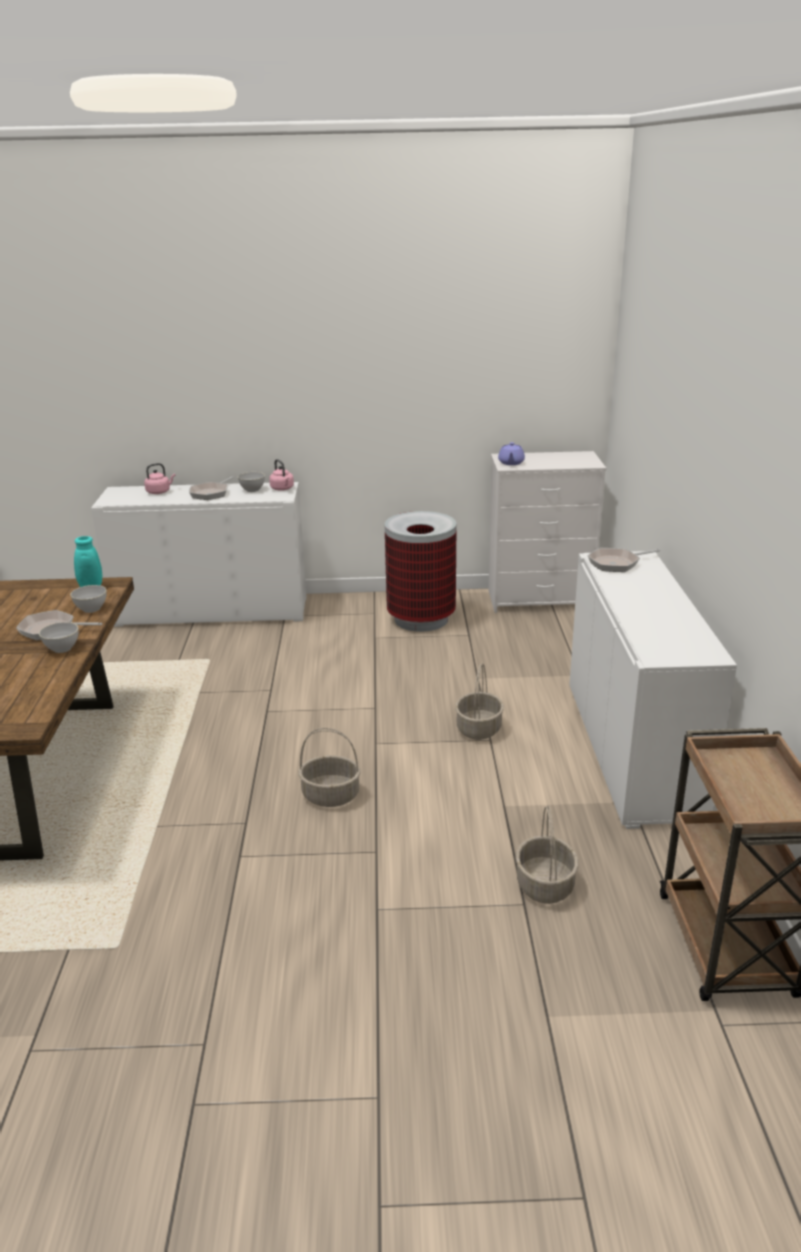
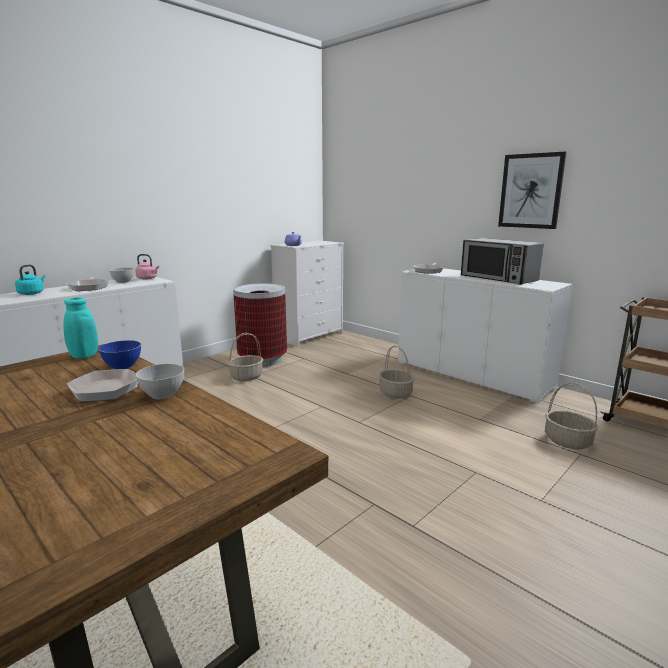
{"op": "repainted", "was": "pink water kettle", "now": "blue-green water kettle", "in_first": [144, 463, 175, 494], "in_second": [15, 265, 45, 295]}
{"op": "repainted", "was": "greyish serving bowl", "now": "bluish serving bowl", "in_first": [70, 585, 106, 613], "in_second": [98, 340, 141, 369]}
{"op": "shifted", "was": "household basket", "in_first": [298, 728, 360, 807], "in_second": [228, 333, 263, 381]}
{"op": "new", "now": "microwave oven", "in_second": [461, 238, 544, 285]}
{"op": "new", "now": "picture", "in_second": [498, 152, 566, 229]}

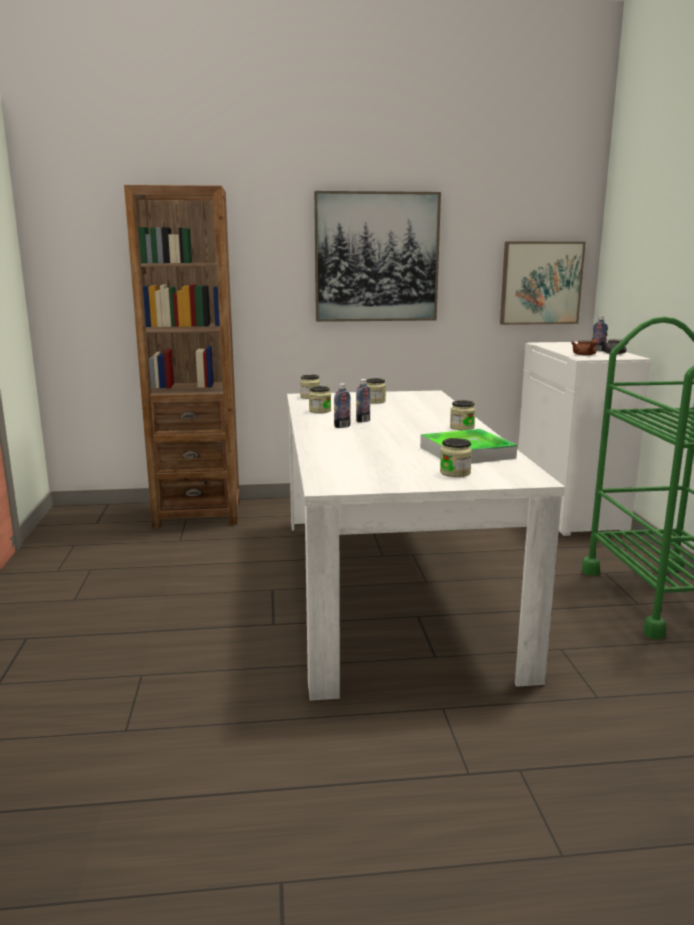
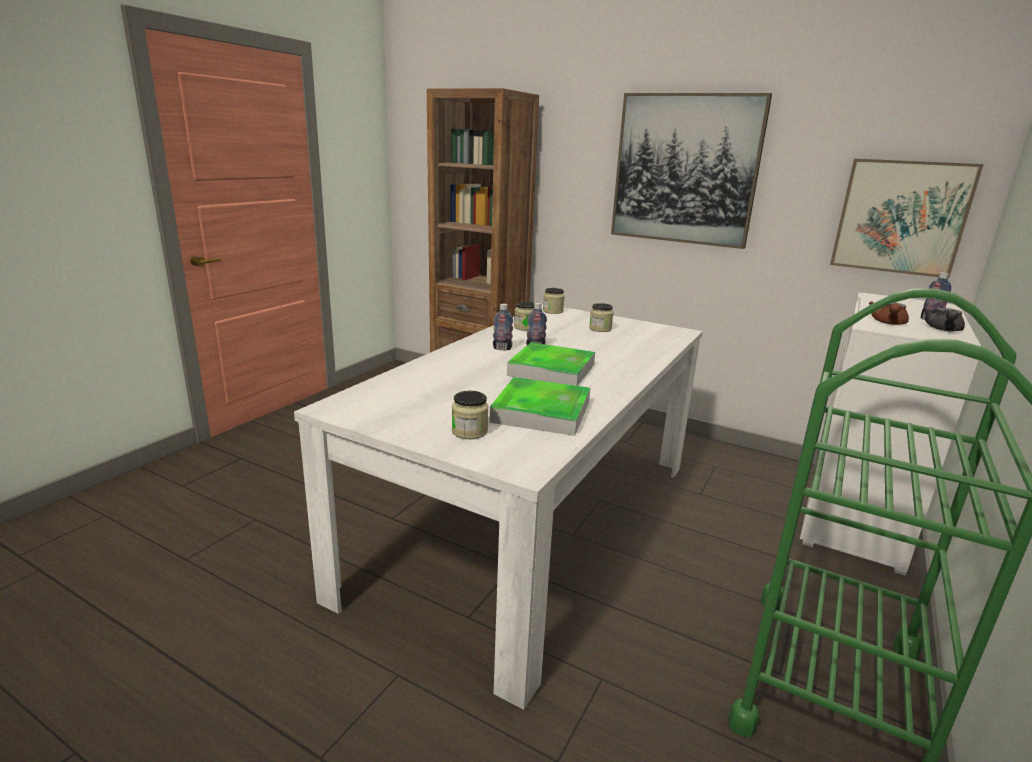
{"op": "new", "now": "serving tray", "in_second": [507, 342, 595, 386]}
{"op": "gone", "was": "preserve jar", "in_first": [450, 400, 476, 430]}

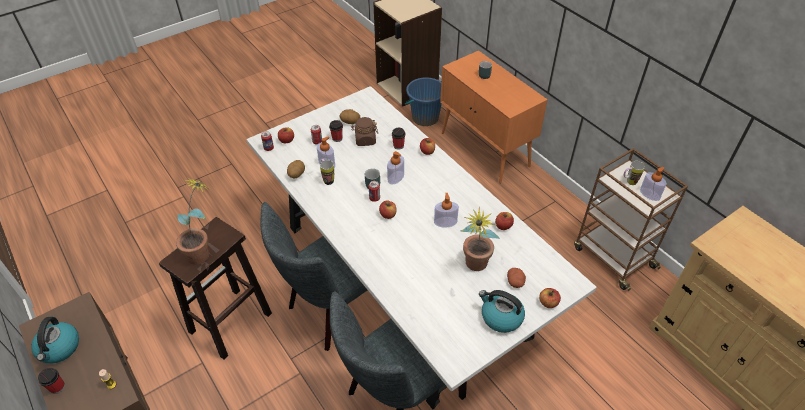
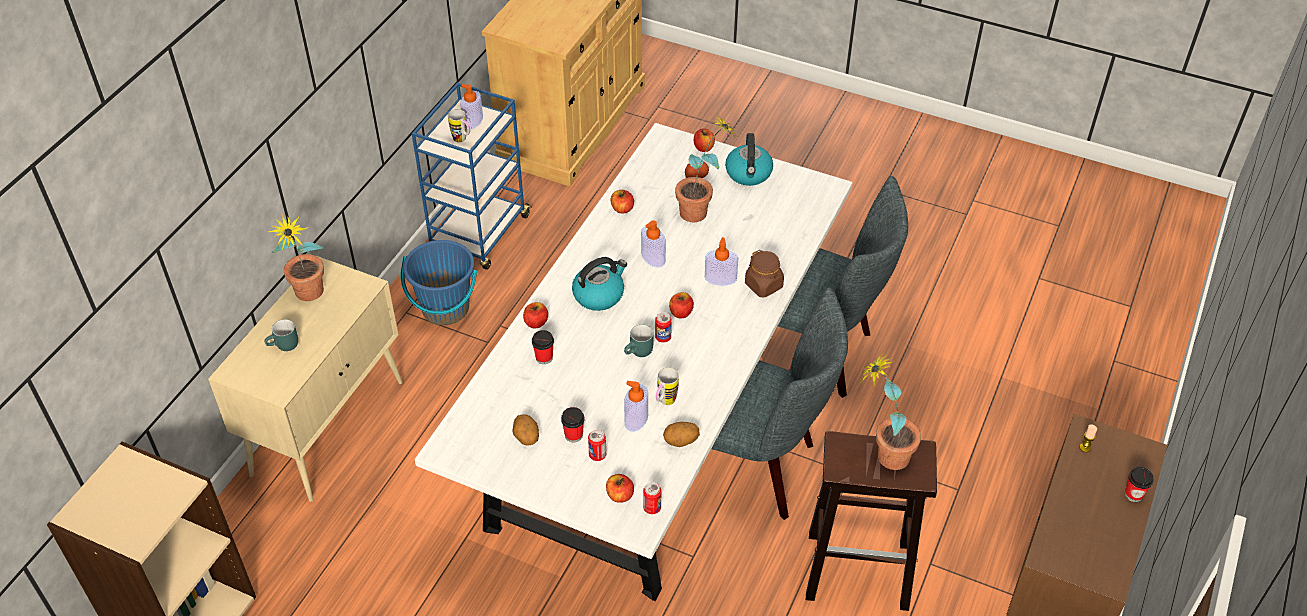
{"op": "repainted", "was": "orange cupboard", "now": "sand-coloured cupboard", "in_first": [440, 51, 548, 184], "in_second": [208, 256, 403, 502]}
{"op": "new", "now": "potted plant", "in_second": [268, 215, 324, 301]}
{"op": "shifted", "was": "bluish bucket", "in_first": [405, 77, 442, 126], "in_second": [400, 240, 477, 325]}
{"op": "repainted", "was": "brownish wheeled cart", "now": "bluish wheeled cart", "in_first": [574, 148, 688, 291], "in_second": [412, 82, 532, 270]}
{"op": "shifted", "was": "water kettle", "in_first": [31, 317, 79, 364], "in_second": [572, 257, 627, 311]}
{"op": "shifted", "was": "soap bottle", "in_first": [387, 151, 404, 185], "in_second": [705, 237, 738, 286]}
{"op": "shifted", "was": "brownish preserve jar", "in_first": [351, 117, 378, 146], "in_second": [745, 250, 784, 297]}

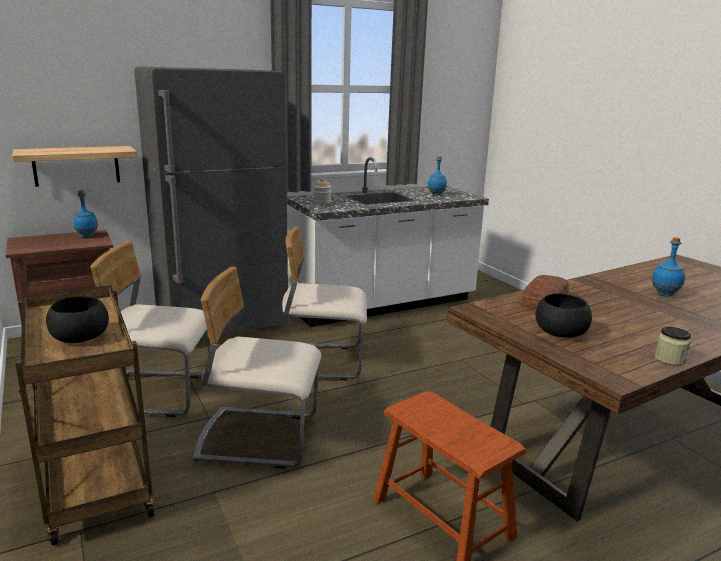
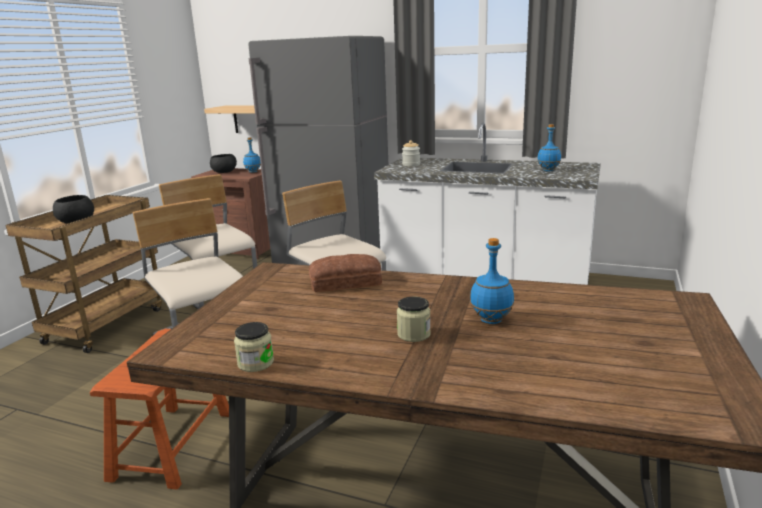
{"op": "shifted", "was": "blackish serving bowl", "in_first": [536, 293, 592, 338], "in_second": [210, 154, 237, 173]}
{"op": "new", "now": "preserve jar", "in_second": [397, 297, 431, 342]}

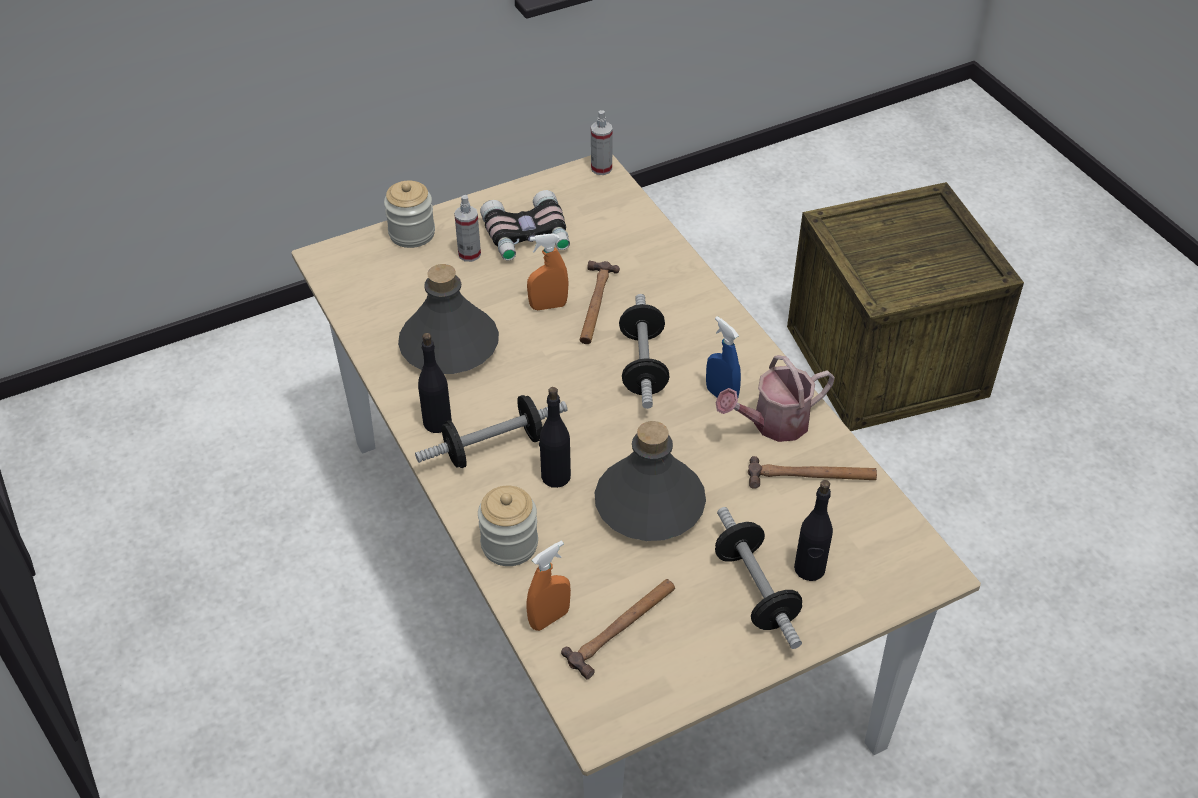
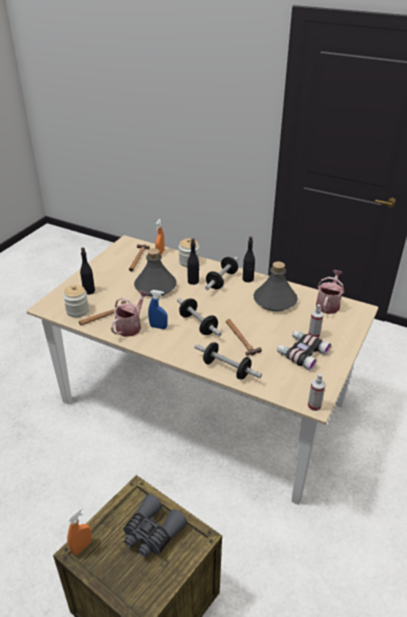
{"op": "shifted", "was": "preserve jar", "in_first": [384, 181, 435, 248], "in_second": [63, 285, 89, 317]}
{"op": "shifted", "was": "orange hand sprayer", "in_first": [527, 233, 569, 310], "in_second": [67, 507, 92, 555]}
{"op": "new", "now": "greyish field glasses", "in_second": [123, 494, 187, 557]}
{"op": "shifted", "was": "dumbbell", "in_first": [715, 507, 802, 649], "in_second": [194, 342, 262, 379]}
{"op": "new", "now": "sprinkling can", "in_second": [316, 270, 344, 314]}

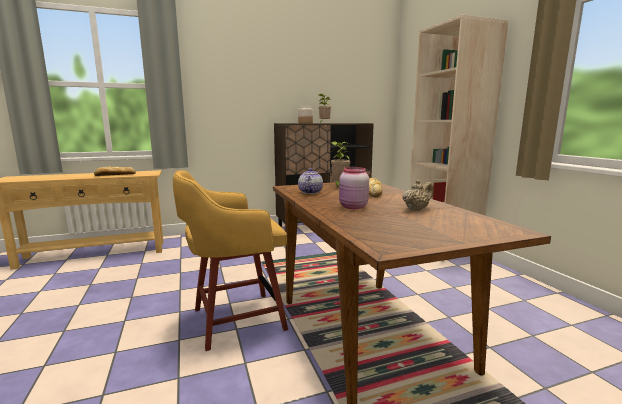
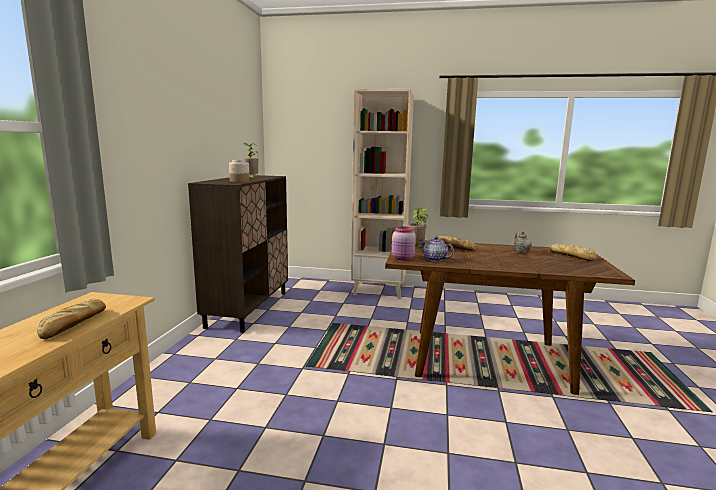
{"op": "shifted", "was": "pink preserve jar", "in_first": [339, 167, 369, 209], "in_second": [392, 227, 416, 260]}
{"op": "new", "now": "bakery bread", "in_second": [549, 243, 597, 261]}
{"op": "gone", "was": "yellow sitting stool", "in_first": [173, 170, 288, 351]}

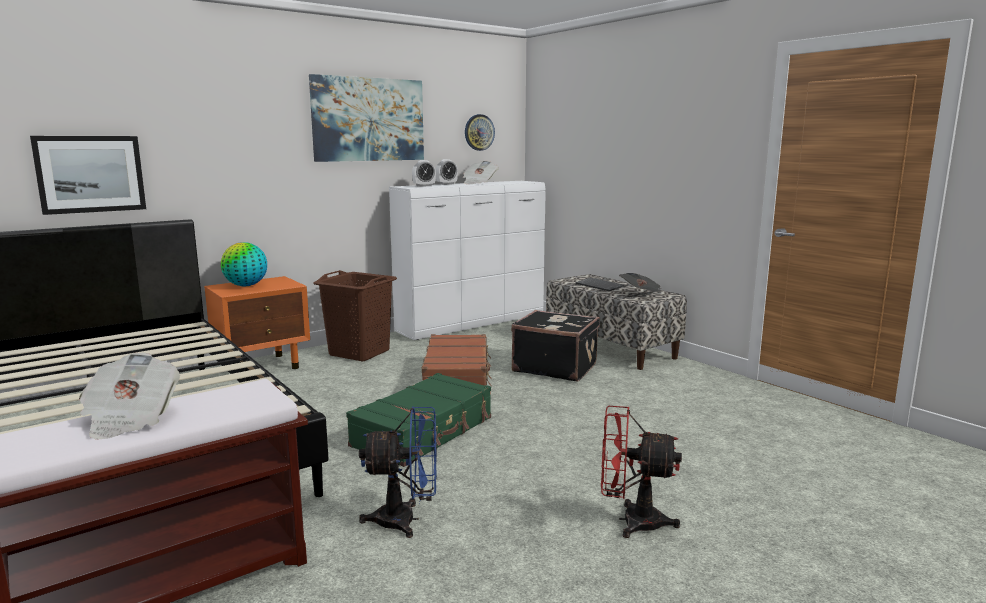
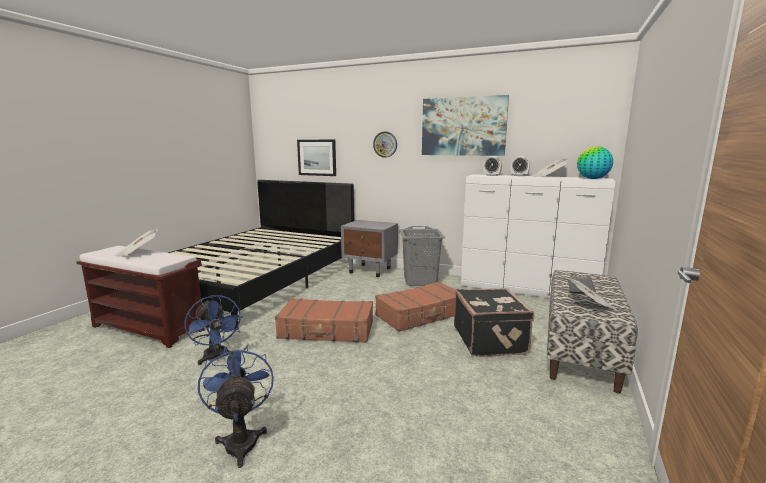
{"op": "repainted", "was": "red electric fan", "now": "bluish electric fan", "in_first": [601, 406, 682, 538], "in_second": [198, 345, 274, 468]}
{"op": "repainted", "was": "greenish piece of luggage", "now": "brownish piece of luggage", "in_first": [346, 373, 491, 467], "in_second": [275, 298, 373, 343]}
{"op": "repainted", "was": "orange bedside table", "now": "greyish bedside table", "in_first": [204, 276, 310, 369], "in_second": [341, 220, 398, 277]}
{"op": "shifted", "was": "clock on the wall", "in_first": [465, 114, 495, 151], "in_second": [373, 132, 397, 158]}
{"op": "repainted", "was": "brownish washing basket", "now": "greyish washing basket", "in_first": [314, 270, 397, 362], "in_second": [400, 226, 445, 286]}
{"op": "shifted", "was": "globe", "in_first": [221, 242, 267, 286], "in_second": [577, 146, 613, 179]}

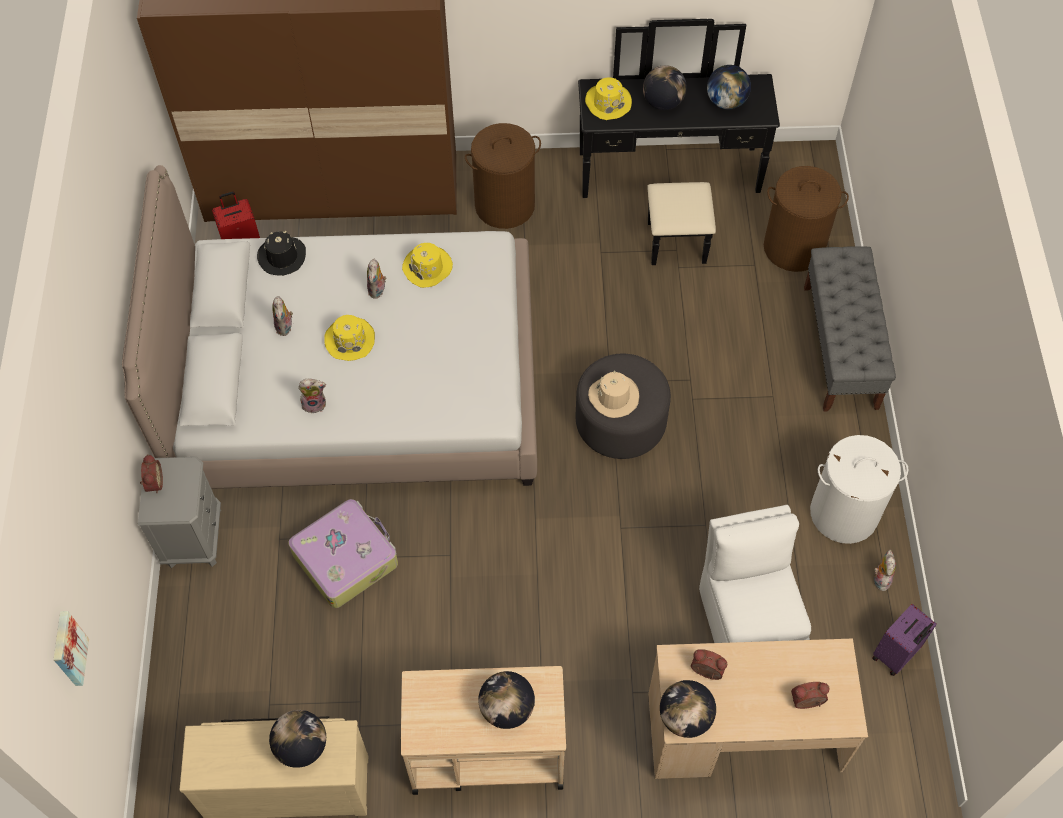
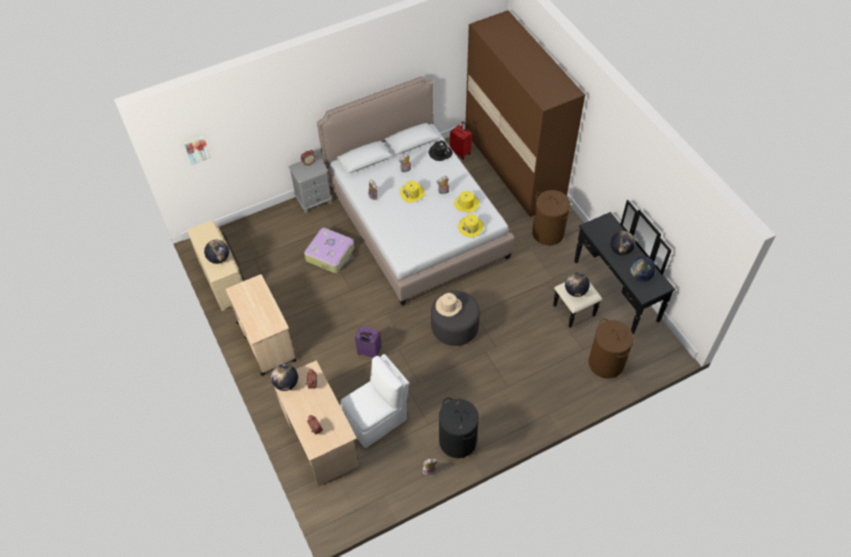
{"op": "shifted", "was": "purplish piece of luggage", "in_first": [872, 604, 937, 676], "in_second": [355, 326, 382, 359]}
{"op": "repainted", "was": "white-coloured washing basket", "now": "blackish washing basket", "in_first": [810, 435, 908, 544], "in_second": [439, 398, 479, 458]}
{"op": "shifted", "was": "yellow wearable hat", "in_first": [585, 78, 632, 120], "in_second": [458, 214, 484, 237]}
{"op": "shifted", "was": "globe", "in_first": [478, 671, 535, 729], "in_second": [565, 273, 590, 297]}
{"op": "gone", "was": "greyish indoor bench", "in_first": [804, 246, 896, 412]}

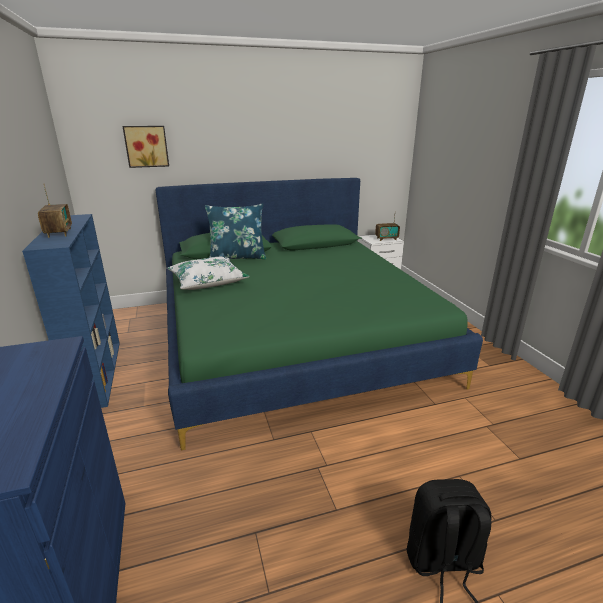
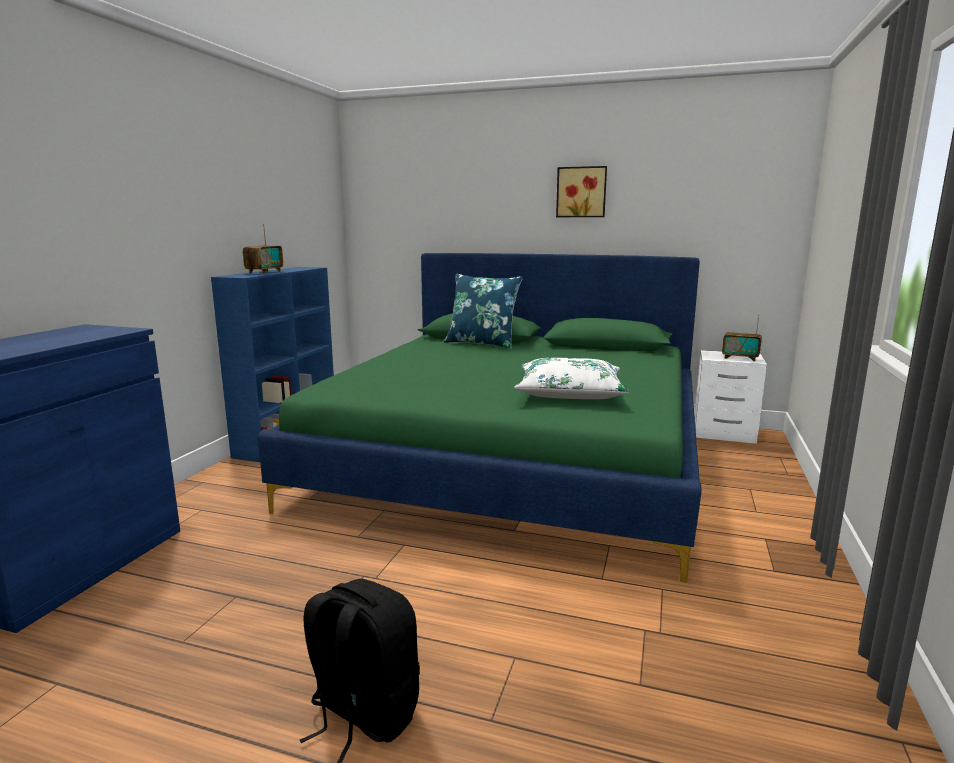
{"op": "shifted", "was": "white-coloured throw pillow", "in_first": [167, 257, 250, 290], "in_second": [514, 358, 629, 399]}
{"op": "shifted", "was": "picture", "in_first": [122, 126, 169, 168], "in_second": [556, 166, 607, 217]}

